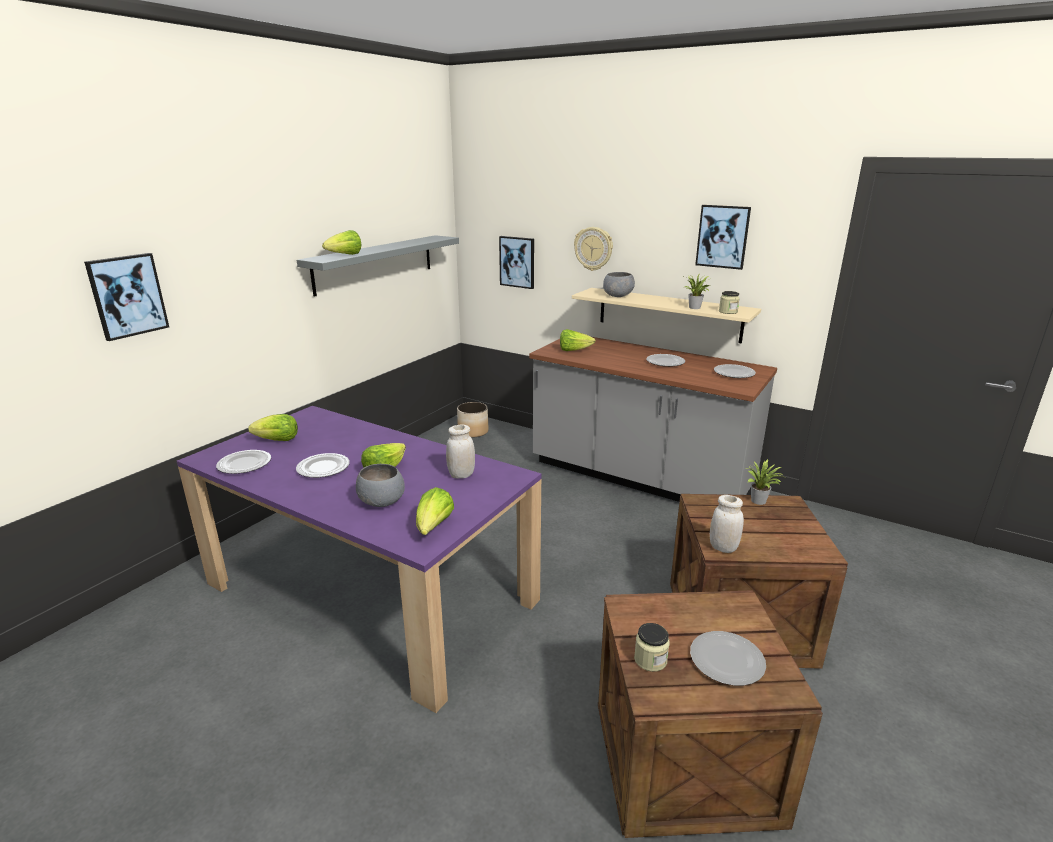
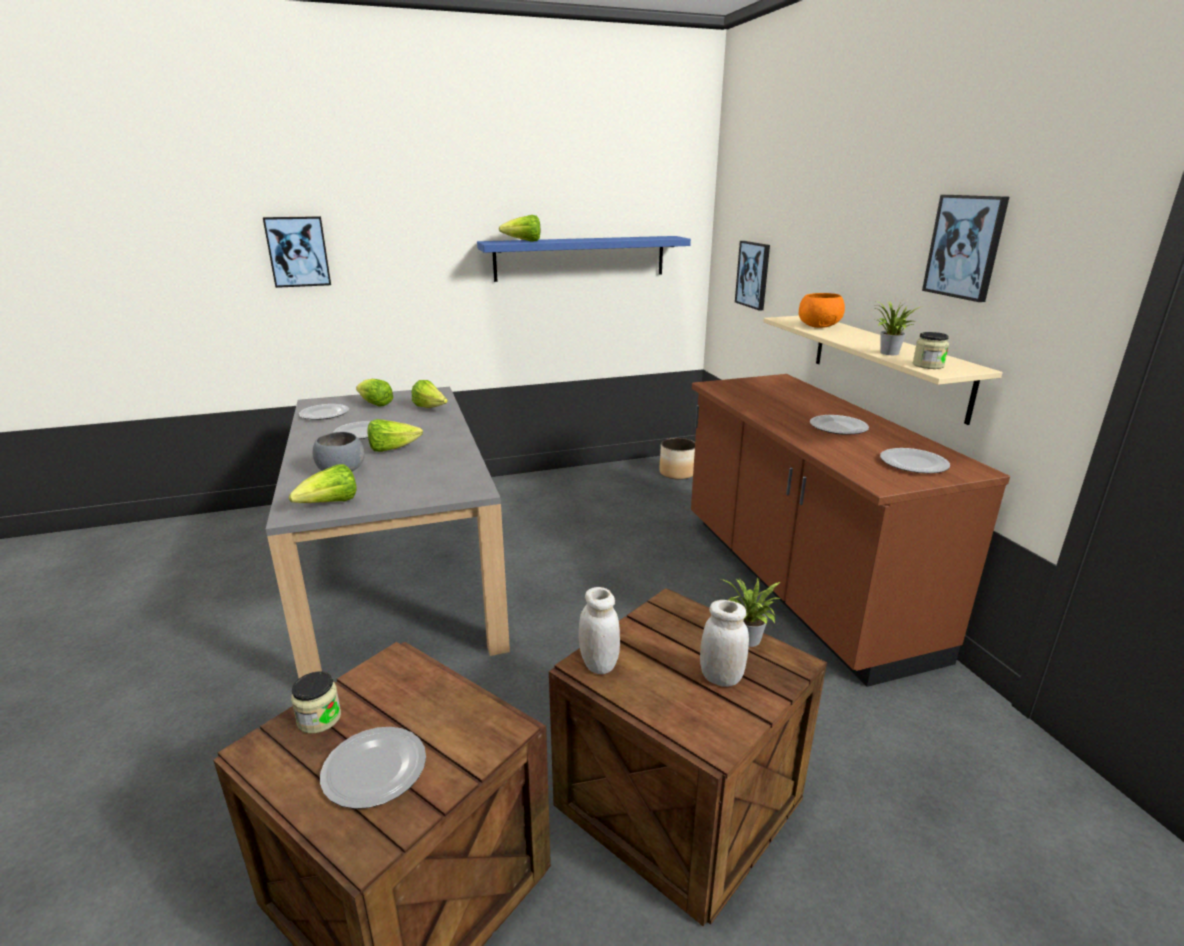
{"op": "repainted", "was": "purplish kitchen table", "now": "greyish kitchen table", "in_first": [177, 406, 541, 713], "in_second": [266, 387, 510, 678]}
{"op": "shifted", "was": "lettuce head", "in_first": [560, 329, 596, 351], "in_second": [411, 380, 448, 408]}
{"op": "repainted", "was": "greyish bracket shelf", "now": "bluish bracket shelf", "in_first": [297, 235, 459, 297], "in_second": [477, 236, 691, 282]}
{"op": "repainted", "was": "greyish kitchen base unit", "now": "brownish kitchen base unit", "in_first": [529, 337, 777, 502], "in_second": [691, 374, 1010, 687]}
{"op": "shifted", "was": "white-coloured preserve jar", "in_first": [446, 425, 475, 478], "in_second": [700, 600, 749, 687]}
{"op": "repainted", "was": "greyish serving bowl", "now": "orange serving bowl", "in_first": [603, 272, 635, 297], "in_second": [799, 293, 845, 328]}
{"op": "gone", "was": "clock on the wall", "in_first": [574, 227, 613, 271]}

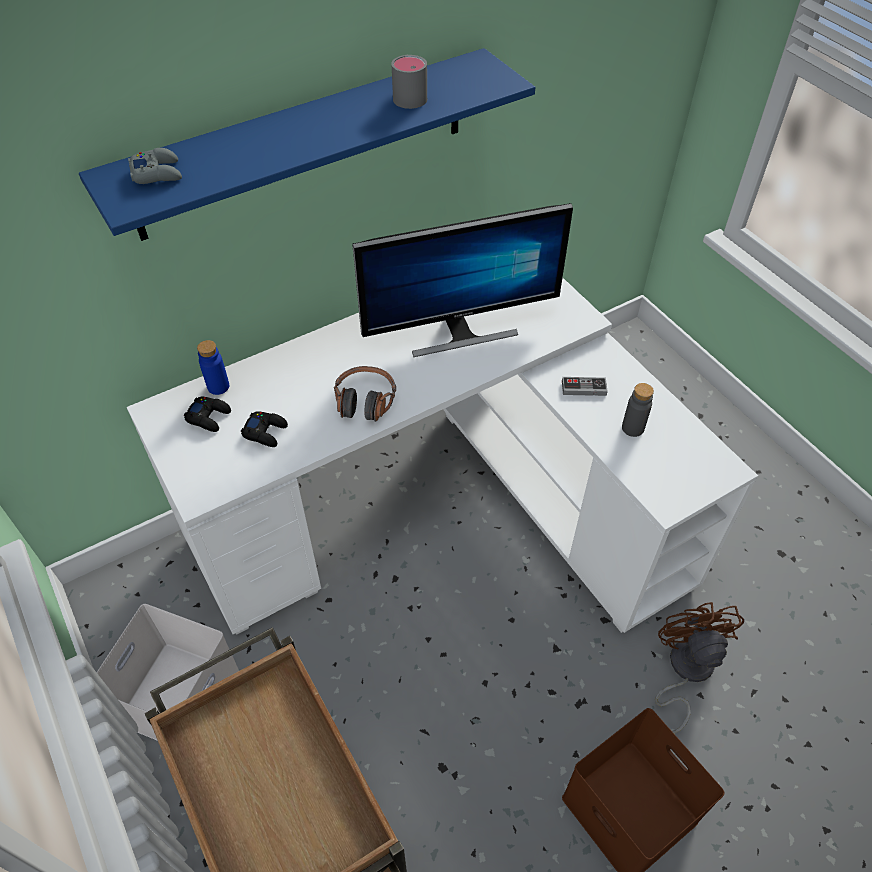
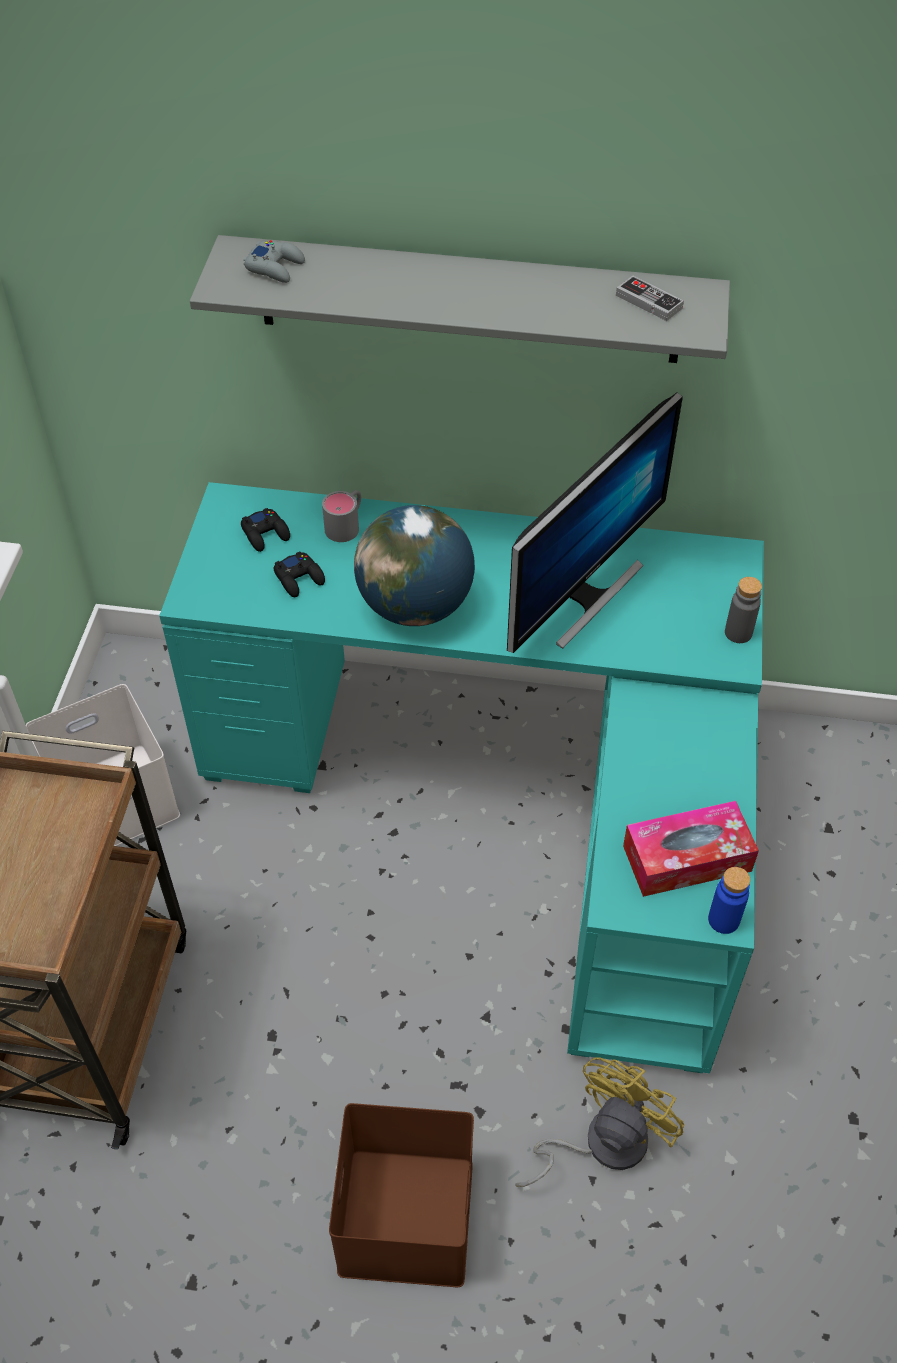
{"op": "repainted", "was": "white-coloured desk", "now": "blue-green desk", "in_first": [127, 278, 758, 635], "in_second": [159, 482, 764, 1073]}
{"op": "repainted", "was": "bluish bracket shelf", "now": "greyish bracket shelf", "in_first": [79, 48, 535, 241], "in_second": [190, 235, 730, 363]}
{"op": "shifted", "was": "greyish mug", "in_first": [391, 55, 427, 109], "in_second": [322, 490, 361, 542]}
{"op": "swapped", "was": "headset", "now": "globe", "in_first": [334, 366, 396, 422], "in_second": [354, 505, 475, 626]}
{"op": "rotated", "was": "computer screen", "in_first": [352, 203, 573, 357], "in_second": [507, 392, 683, 653], "clockwise": -75}
{"op": "repainted", "was": "brownish electric fan", "now": "yellow electric fan", "in_first": [655, 602, 744, 734], "in_second": [515, 1057, 685, 1187]}
{"op": "shifted", "was": "gamepad", "in_first": [562, 377, 608, 396], "in_second": [616, 276, 684, 321]}
{"op": "new", "now": "tissue box", "in_second": [623, 801, 759, 897]}
{"op": "shifted", "was": "bluish beverage bottle", "in_first": [197, 340, 229, 395], "in_second": [708, 867, 750, 934]}
{"op": "shifted", "was": "greyish beverage bottle", "in_first": [622, 383, 654, 437], "in_second": [725, 577, 762, 643]}

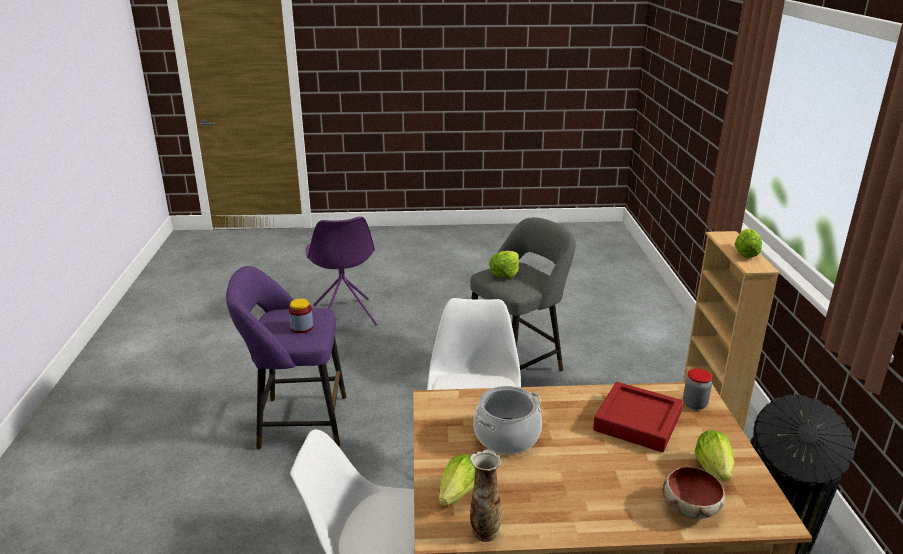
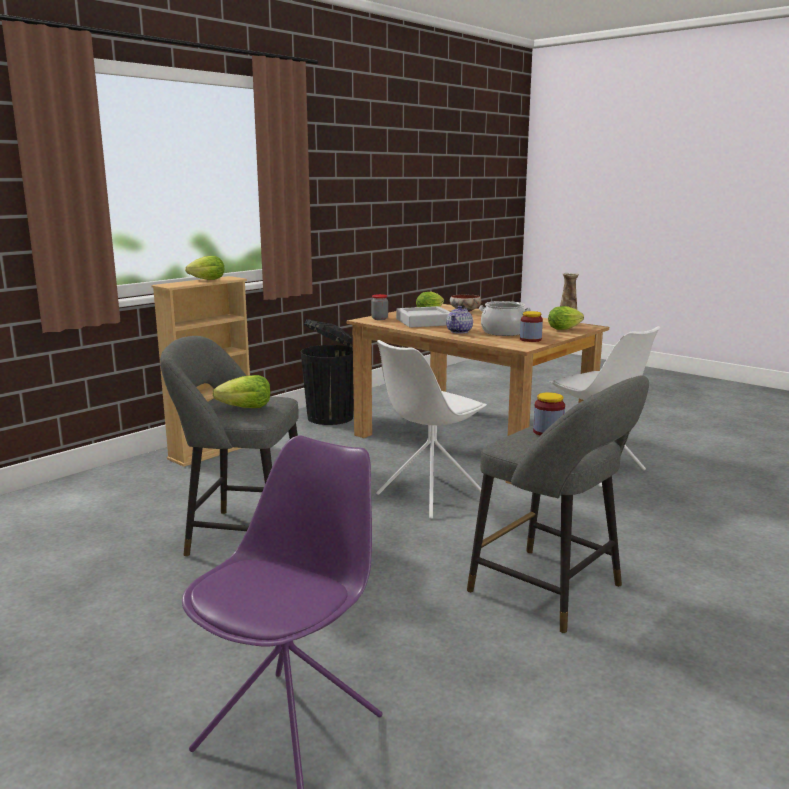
{"op": "repainted", "was": "red serving tray", "now": "greyish serving tray", "in_first": [593, 382, 683, 452], "in_second": [396, 306, 450, 328]}
{"op": "new", "now": "tea pot", "in_second": [446, 306, 473, 334]}
{"op": "repainted", "was": "purplish sitting stool", "now": "greyish sitting stool", "in_first": [226, 266, 346, 450], "in_second": [467, 375, 649, 634]}
{"op": "new", "now": "preserve jar", "in_second": [520, 311, 543, 342]}

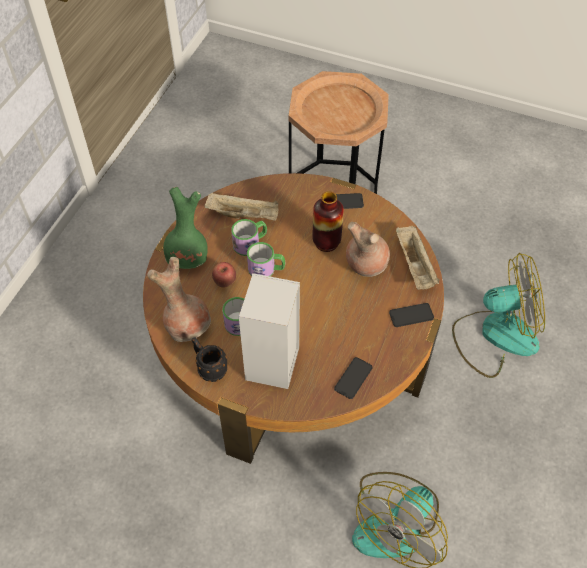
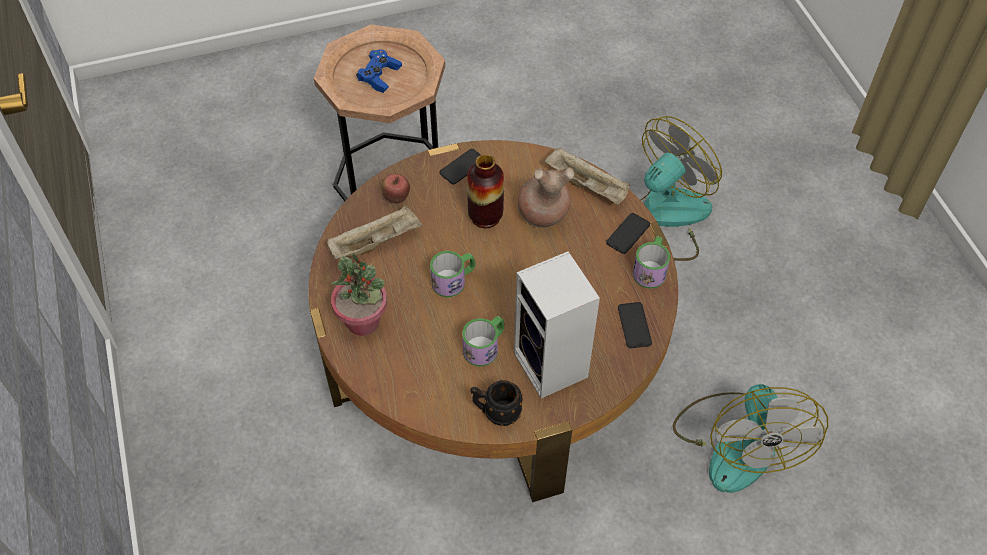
{"op": "swapped", "was": "greenish vase", "now": "potted plant", "in_first": [163, 187, 208, 269], "in_second": [331, 254, 387, 336]}
{"op": "new", "now": "bluish gamepad", "in_second": [356, 49, 402, 93]}
{"op": "shifted", "was": "apple fruit", "in_first": [212, 262, 236, 288], "in_second": [382, 174, 410, 204]}
{"op": "shifted", "was": "mug", "in_first": [231, 219, 267, 256], "in_second": [633, 236, 670, 289]}
{"op": "gone", "was": "brownish vase", "in_first": [147, 257, 211, 342]}

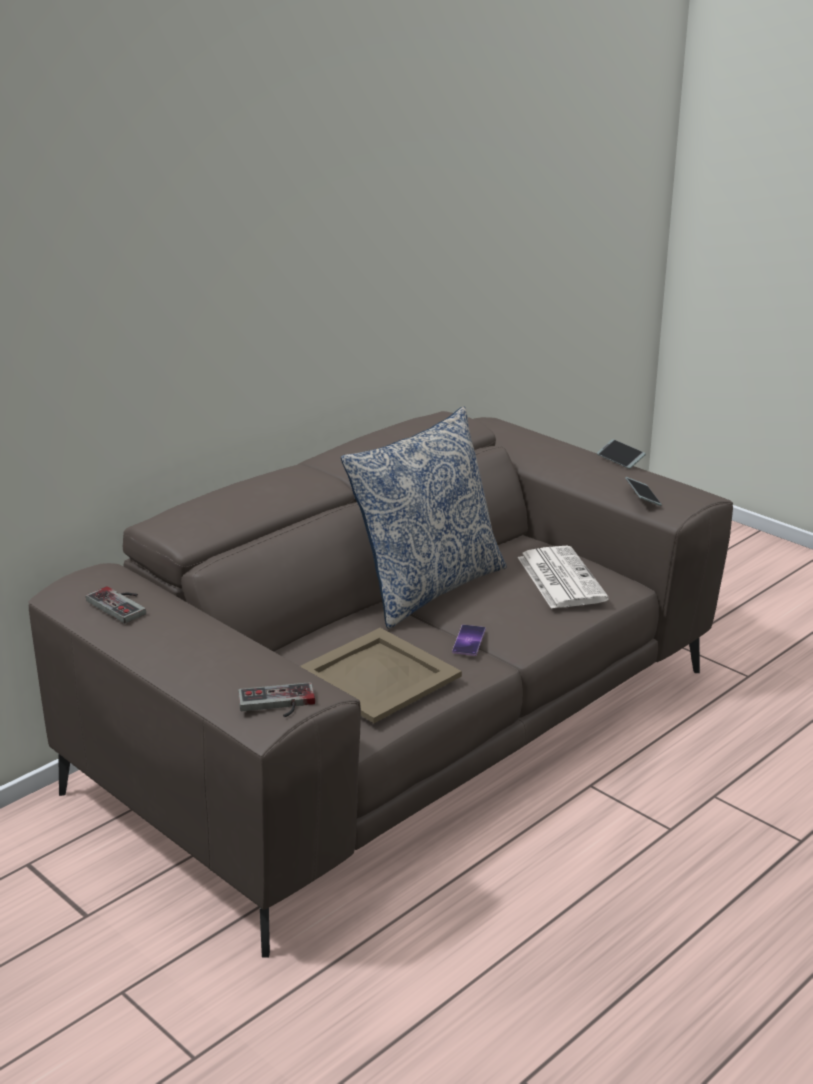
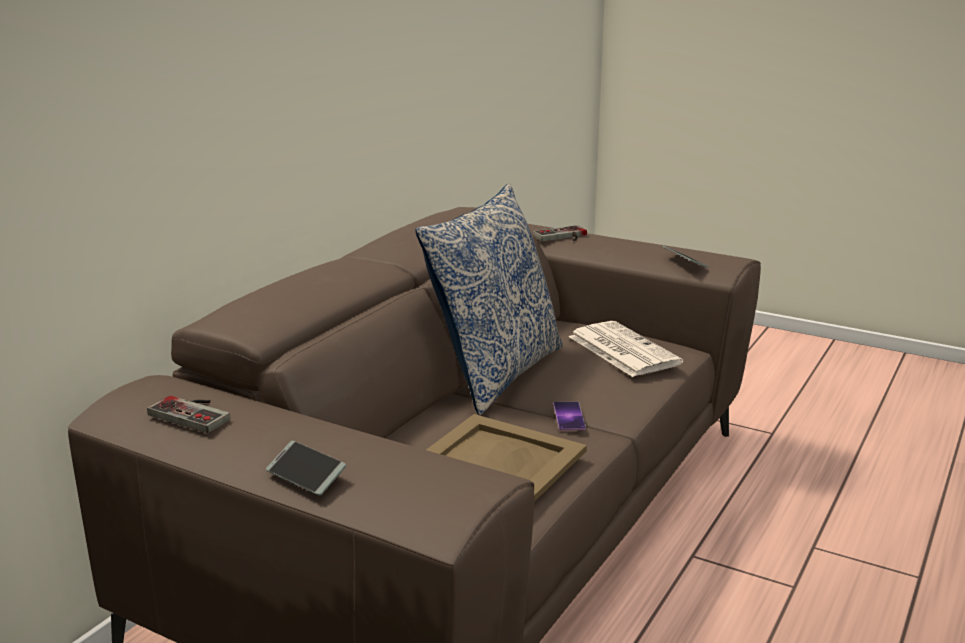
{"op": "shifted", "was": "telephone", "in_first": [597, 439, 646, 469], "in_second": [266, 441, 346, 495]}
{"op": "shifted", "was": "gamepad", "in_first": [238, 682, 315, 717], "in_second": [532, 225, 587, 241]}

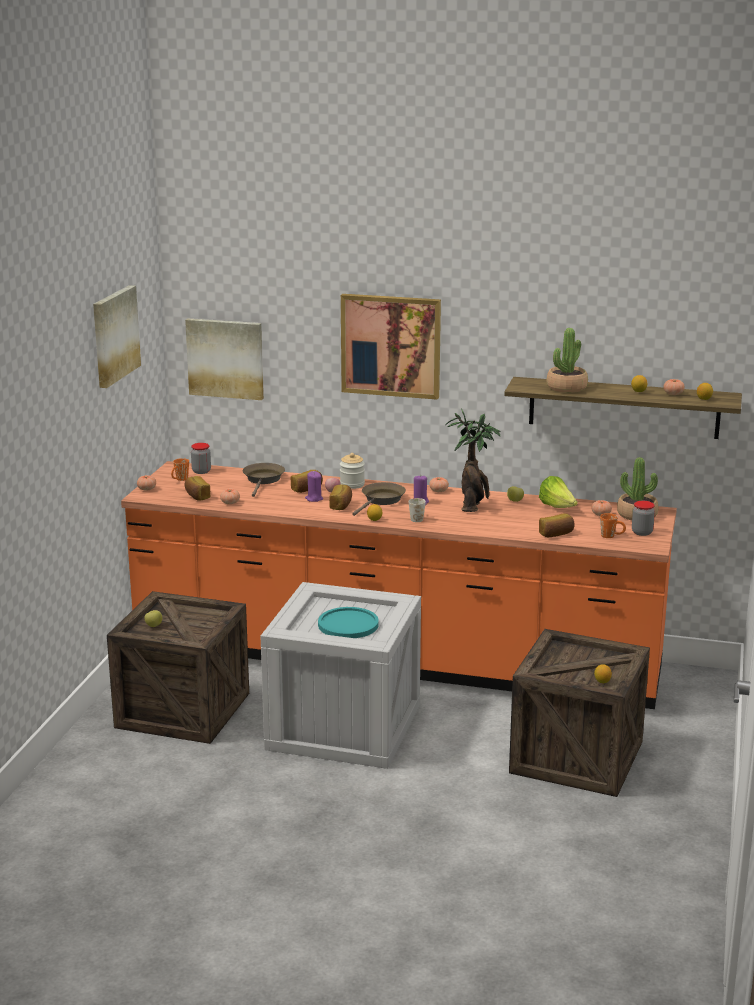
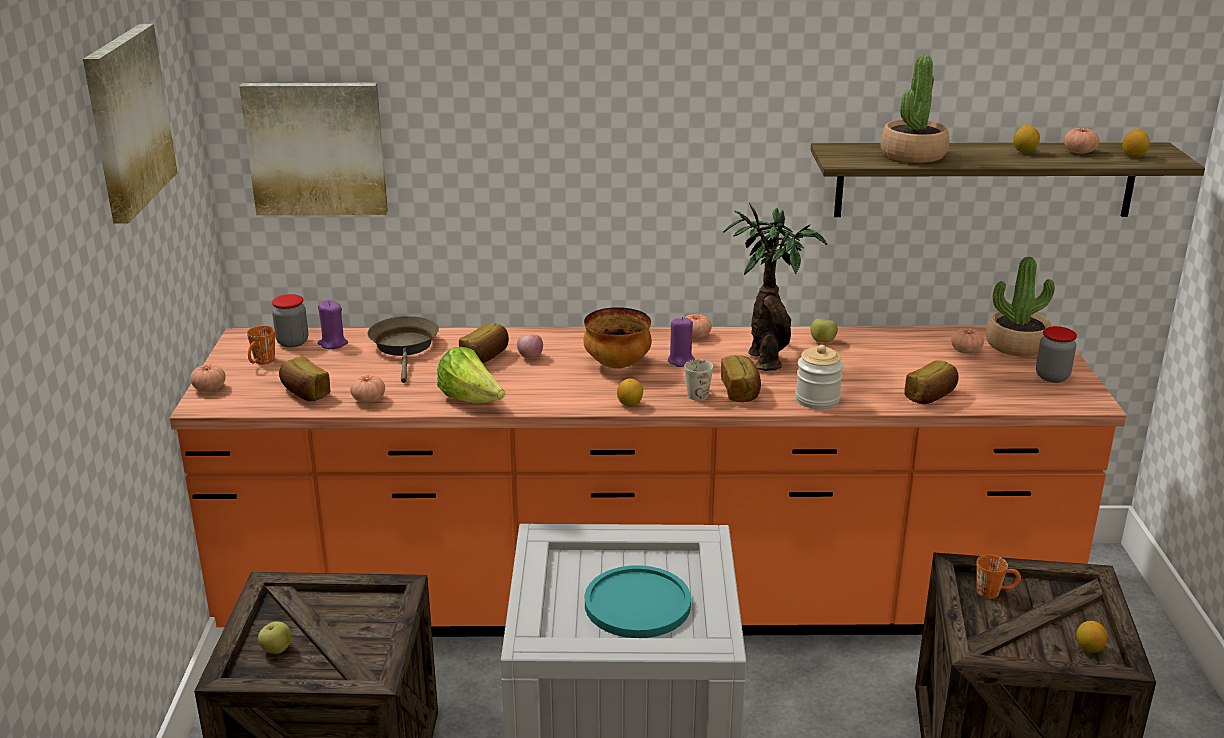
{"op": "shifted", "was": "purplish wax light", "in_first": [305, 471, 323, 502], "in_second": [318, 300, 348, 349]}
{"op": "shifted", "was": "lettuce head", "in_first": [539, 476, 578, 508], "in_second": [437, 347, 505, 403]}
{"op": "swapped", "was": "brownish skillet", "now": "serving bowl", "in_first": [352, 482, 406, 516], "in_second": [584, 307, 652, 368]}
{"op": "shifted", "was": "bakery bread", "in_first": [329, 484, 352, 510], "in_second": [721, 355, 761, 402]}
{"op": "shifted", "was": "preserve jar", "in_first": [340, 453, 365, 489], "in_second": [795, 345, 843, 409]}
{"op": "shifted", "was": "orange mug", "in_first": [600, 513, 626, 538], "in_second": [977, 554, 1021, 599]}
{"op": "gone", "was": "picture", "in_first": [341, 294, 441, 400]}

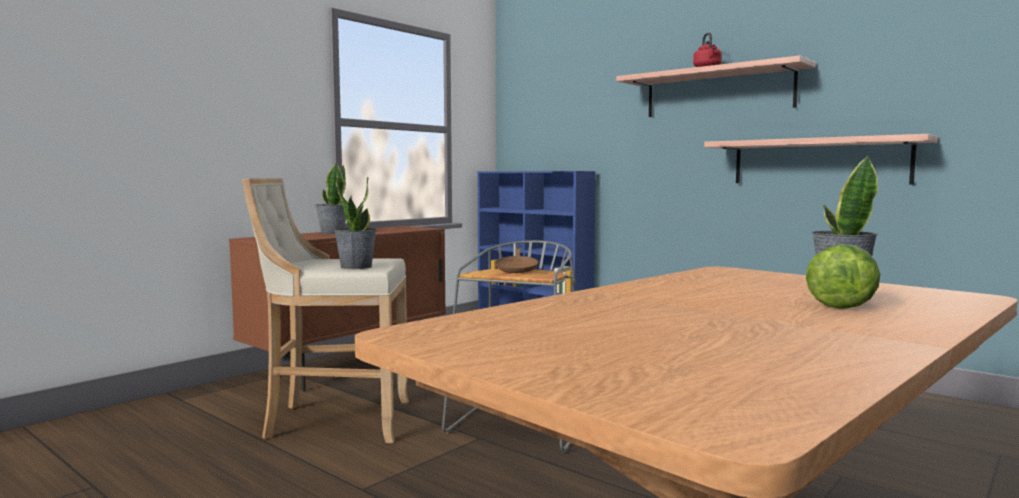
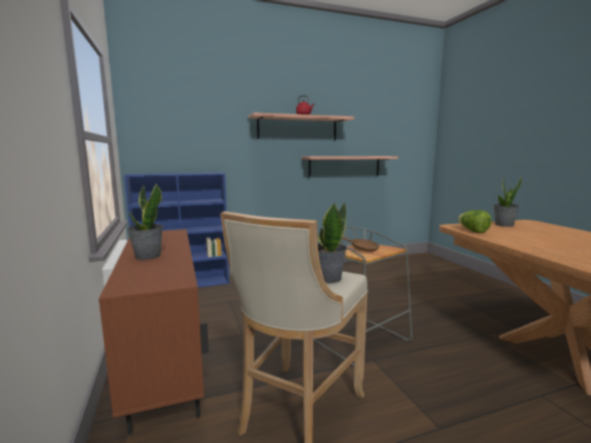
{"op": "shifted", "was": "lettuce head", "in_first": [806, 244, 880, 309], "in_second": [458, 210, 492, 233]}

